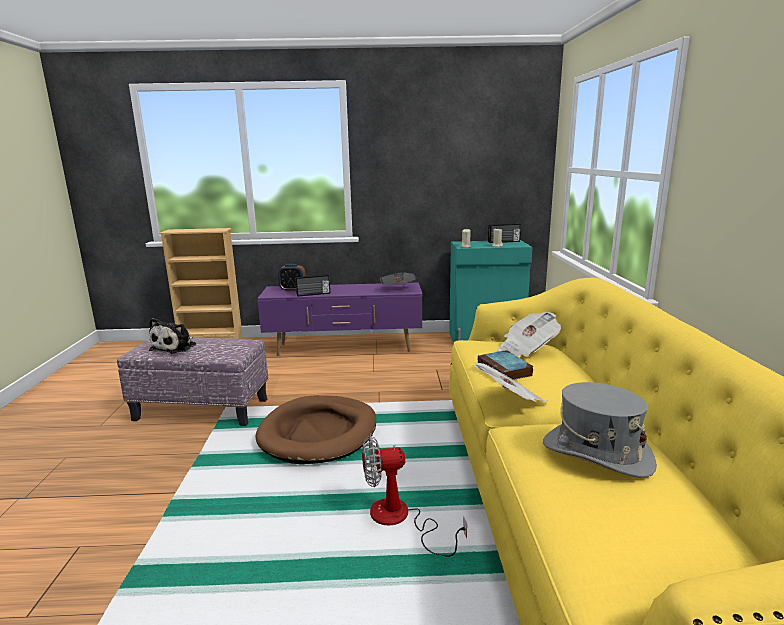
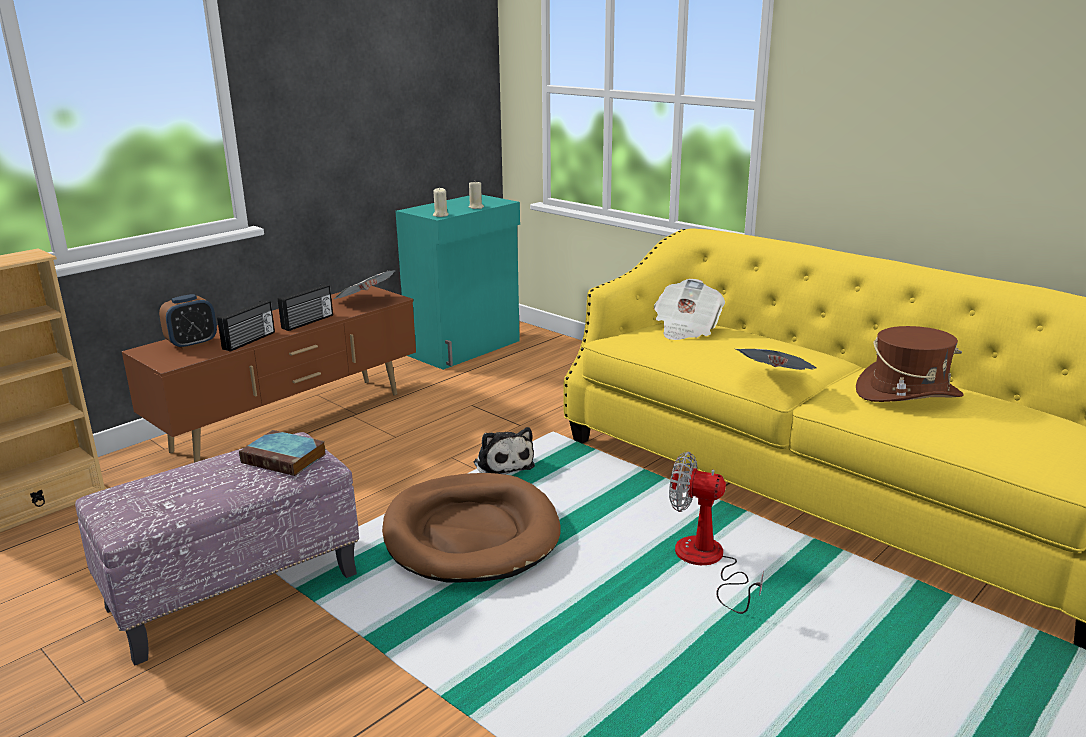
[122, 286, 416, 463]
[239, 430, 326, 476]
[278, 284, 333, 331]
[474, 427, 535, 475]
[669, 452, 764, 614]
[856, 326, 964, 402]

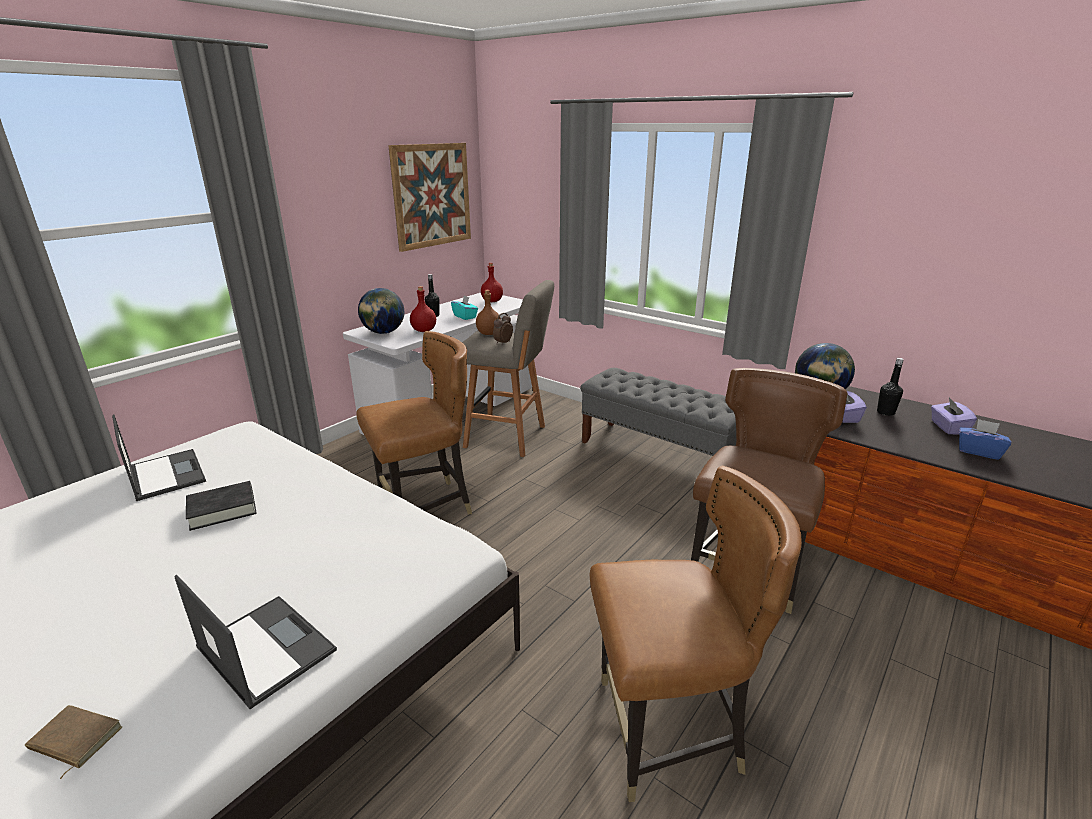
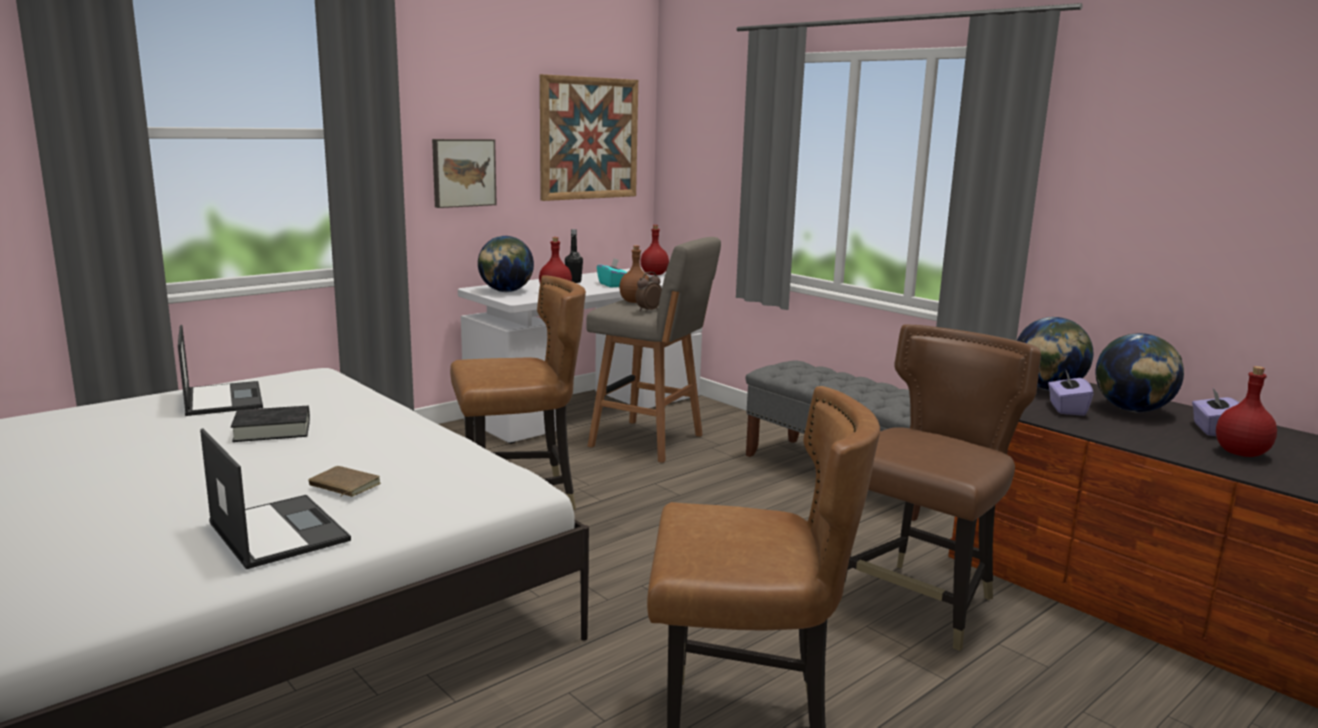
[308, 466, 381, 497]
[432, 139, 497, 208]
[1095, 333, 1184, 413]
[1216, 366, 1277, 457]

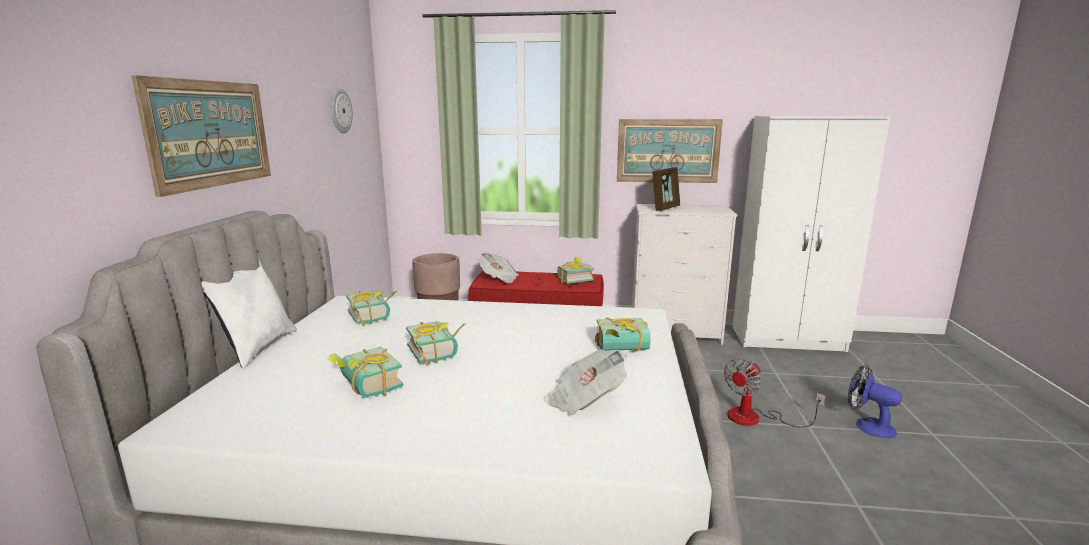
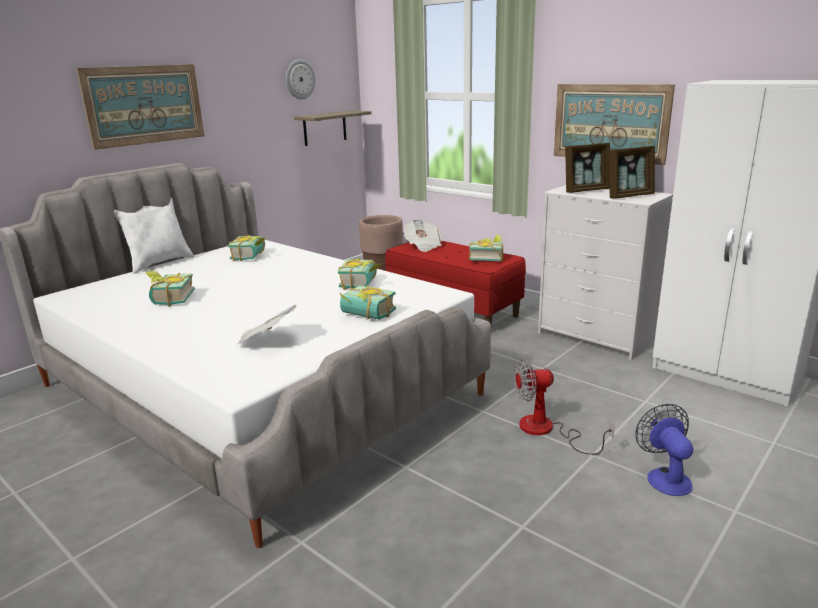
[294, 110, 372, 146]
[338, 258, 380, 290]
[609, 146, 655, 199]

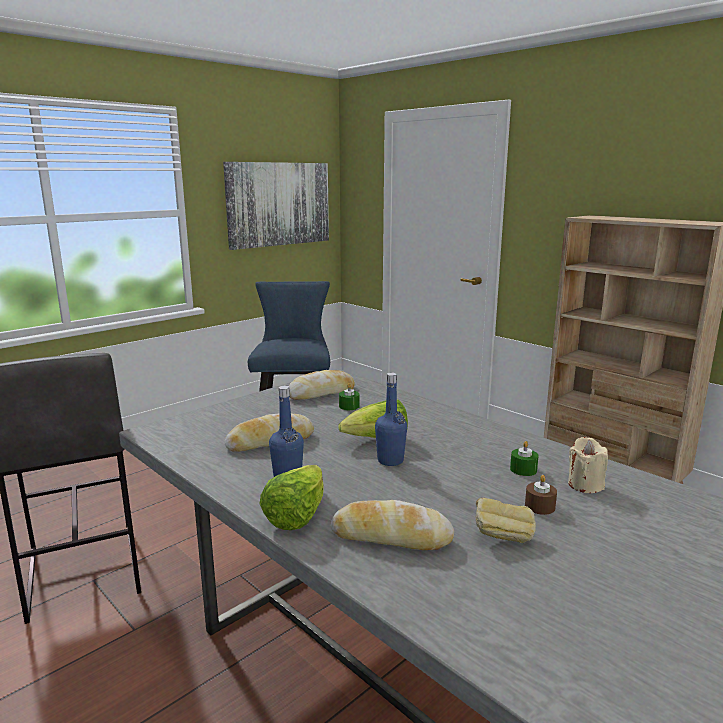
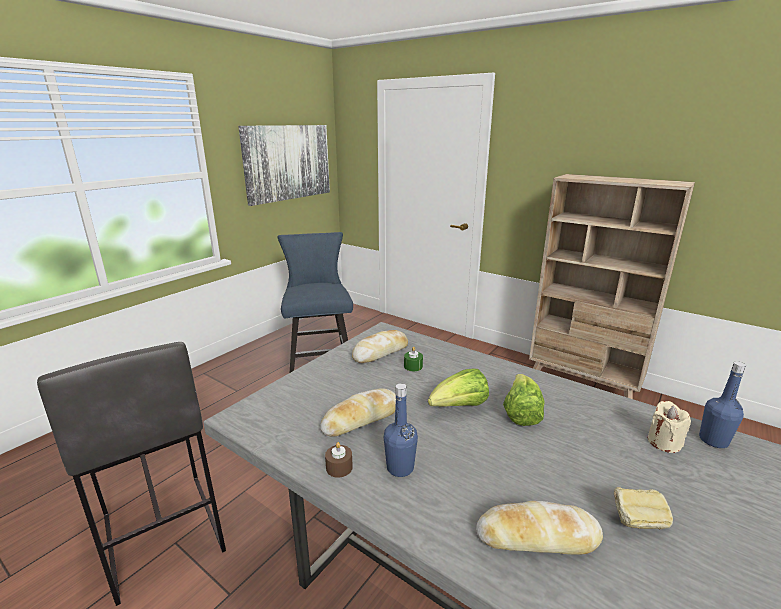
[325, 442, 353, 478]
[503, 374, 545, 426]
[699, 361, 746, 448]
[510, 441, 539, 476] (first image)

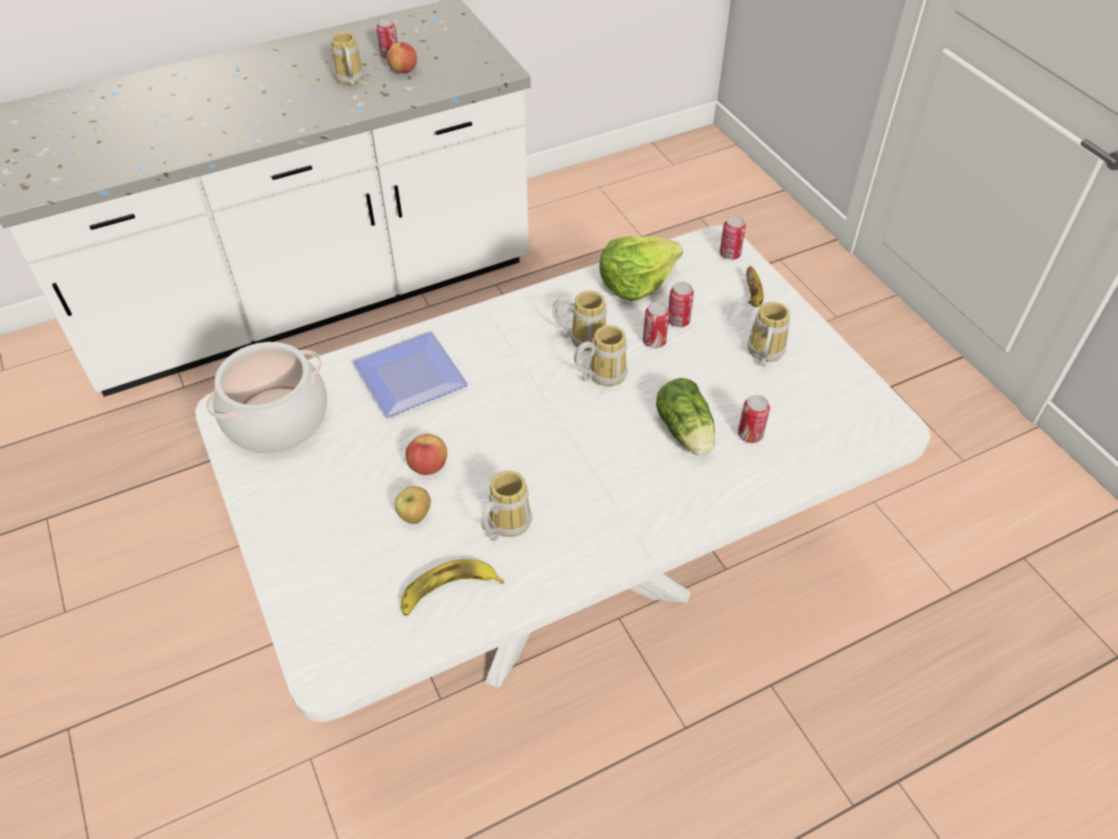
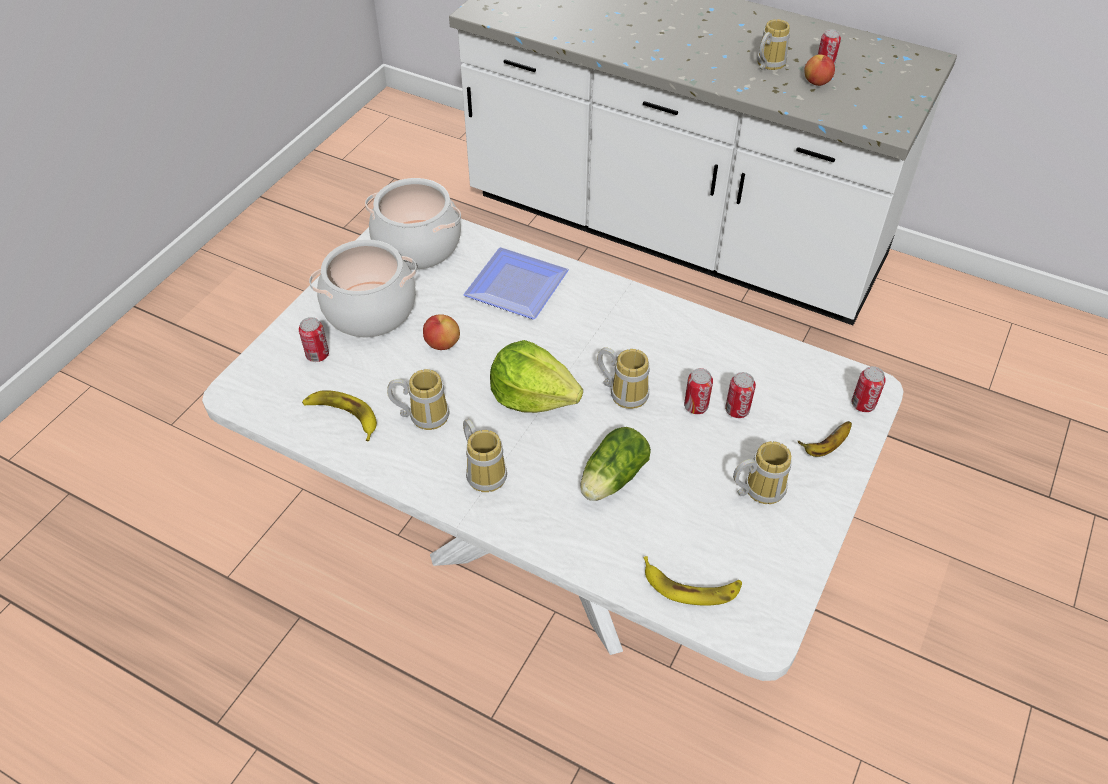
[299, 317, 329, 362]
[309, 239, 417, 338]
[463, 419, 507, 492]
[490, 340, 583, 413]
[643, 556, 742, 606]
[395, 486, 431, 524] (first image)

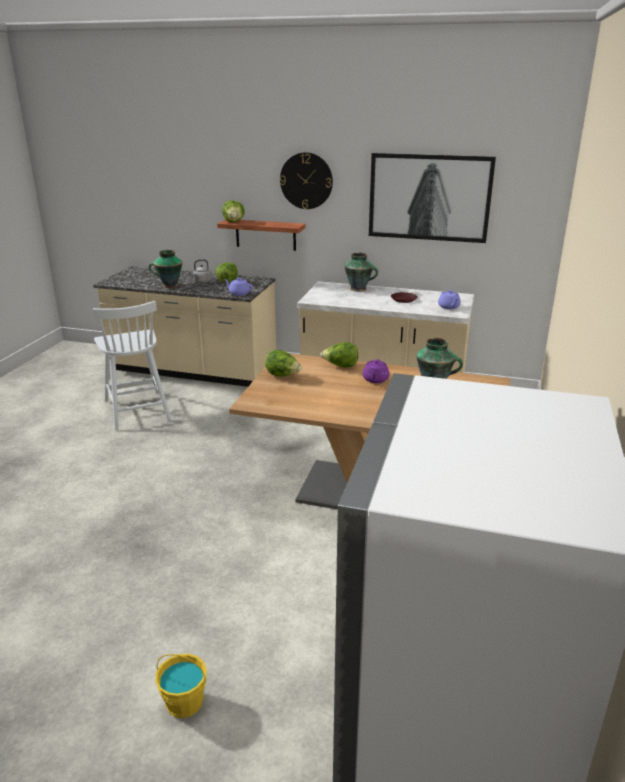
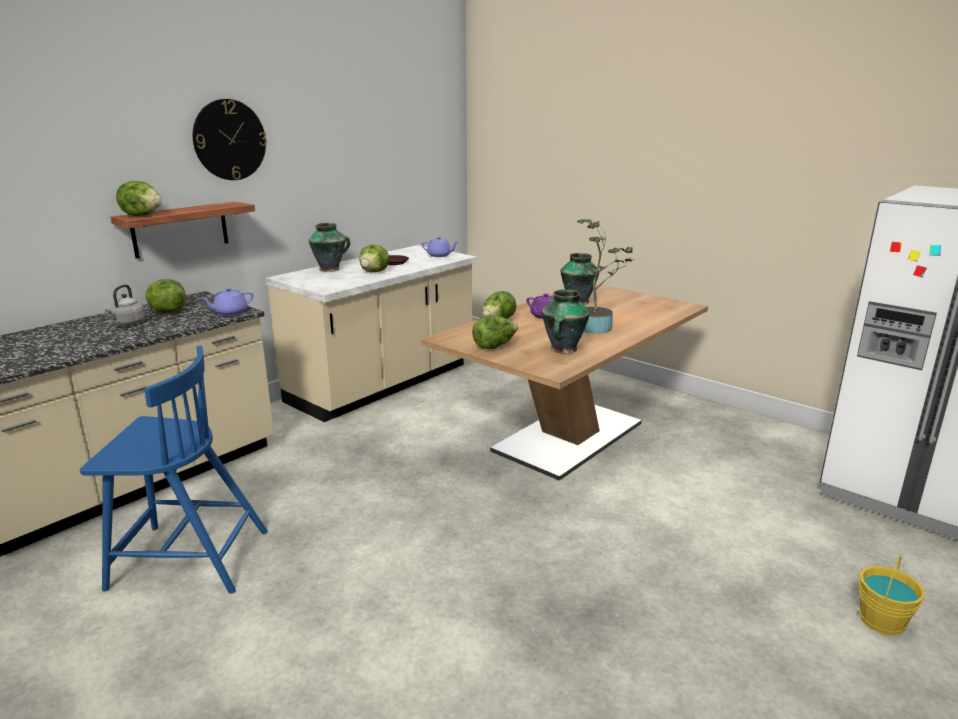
[80, 346, 268, 593]
[360, 245, 389, 272]
[542, 289, 590, 354]
[577, 219, 634, 333]
[369, 153, 496, 243] (first image)

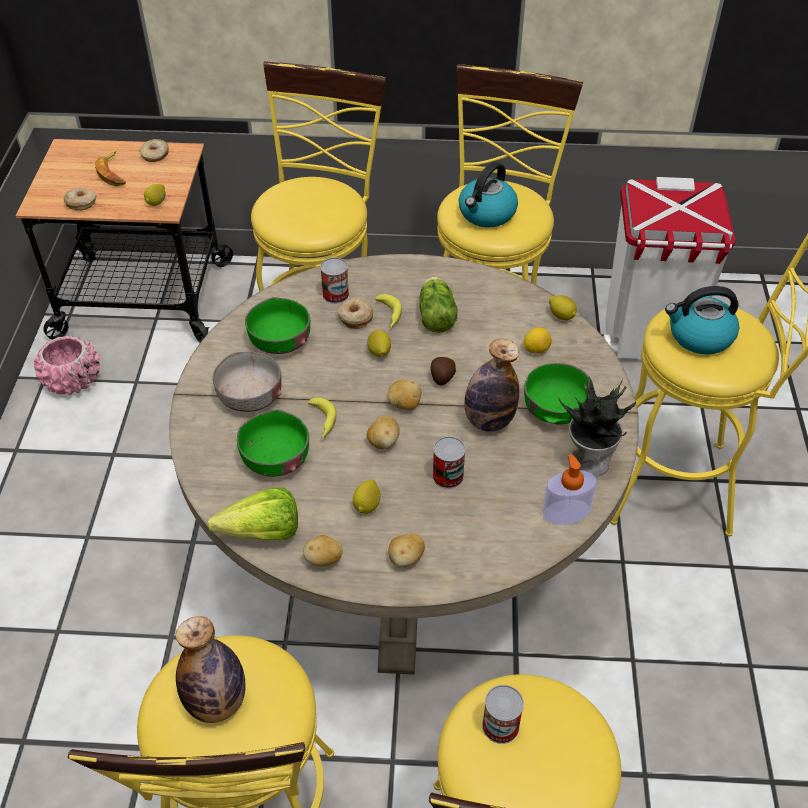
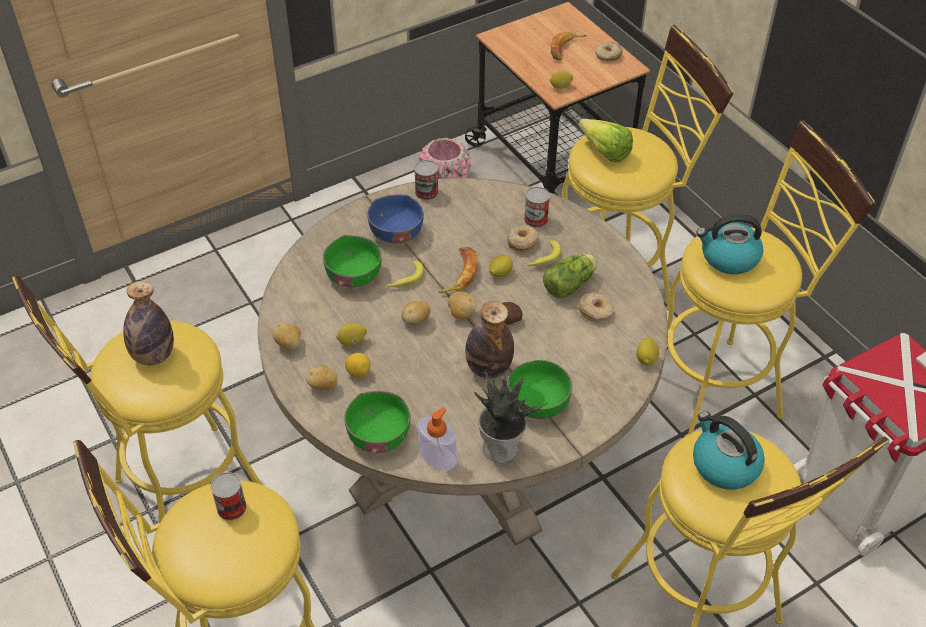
[344, 391, 410, 453]
[345, 353, 370, 378]
[367, 194, 424, 243]
[414, 160, 439, 200]
[438, 247, 478, 293]
[578, 292, 614, 322]
[579, 119, 633, 162]

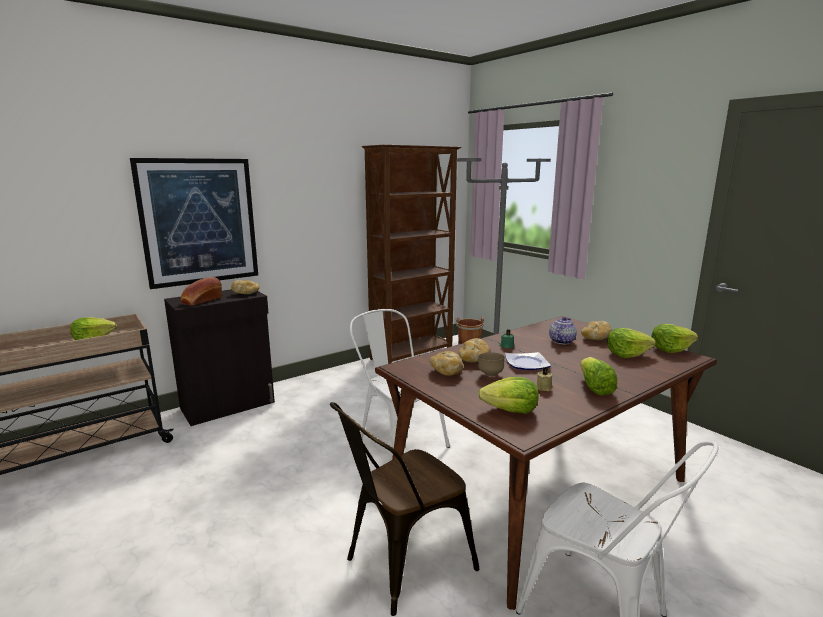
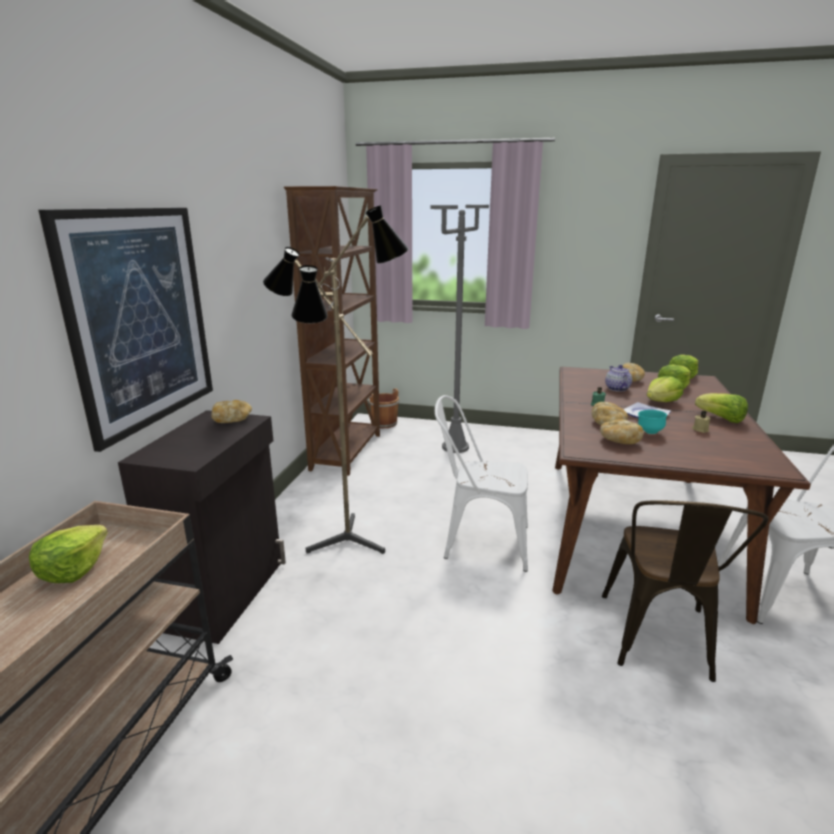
[263, 205, 409, 554]
[638, 410, 667, 434]
[647, 376, 683, 402]
[181, 277, 222, 306] (first image)

